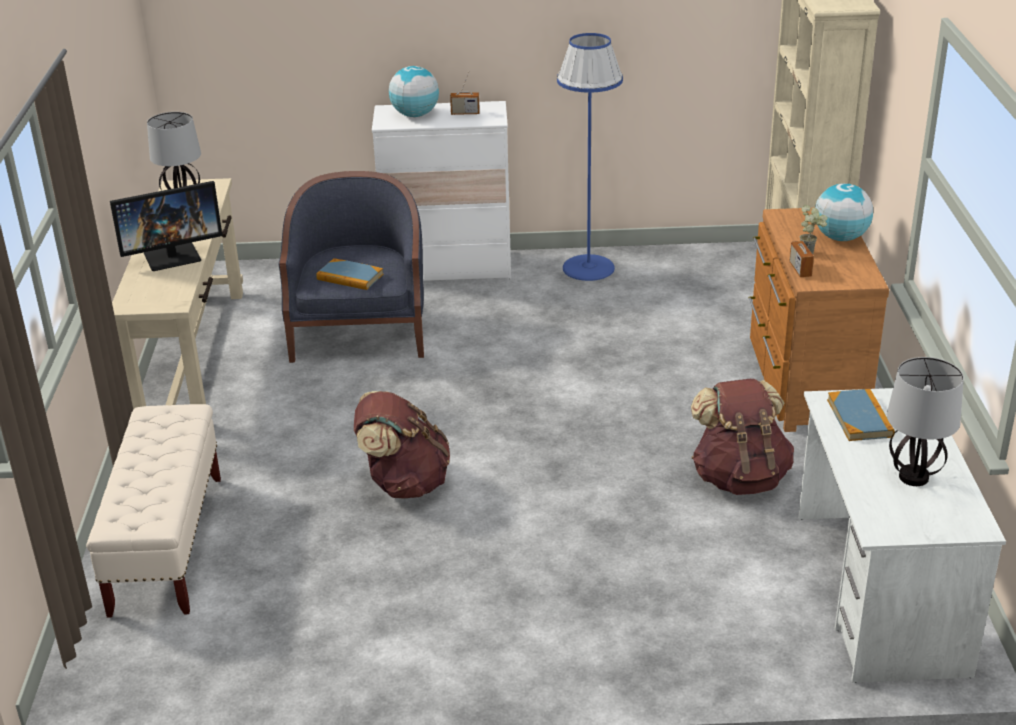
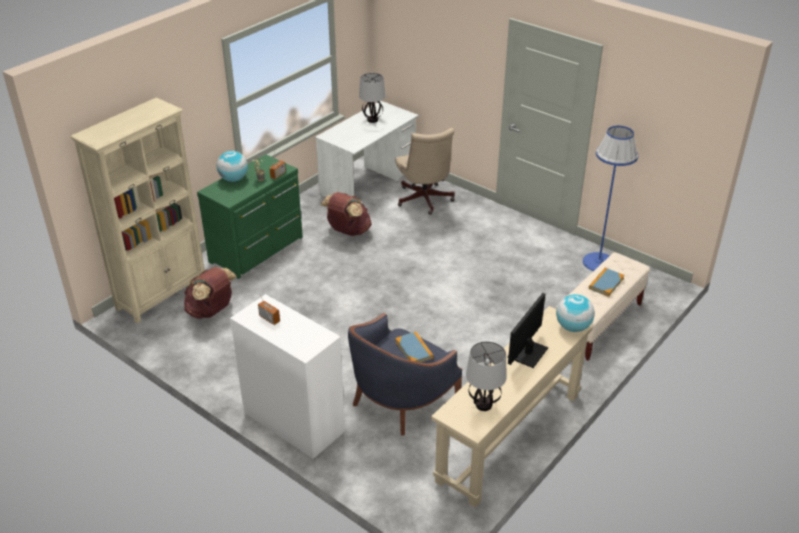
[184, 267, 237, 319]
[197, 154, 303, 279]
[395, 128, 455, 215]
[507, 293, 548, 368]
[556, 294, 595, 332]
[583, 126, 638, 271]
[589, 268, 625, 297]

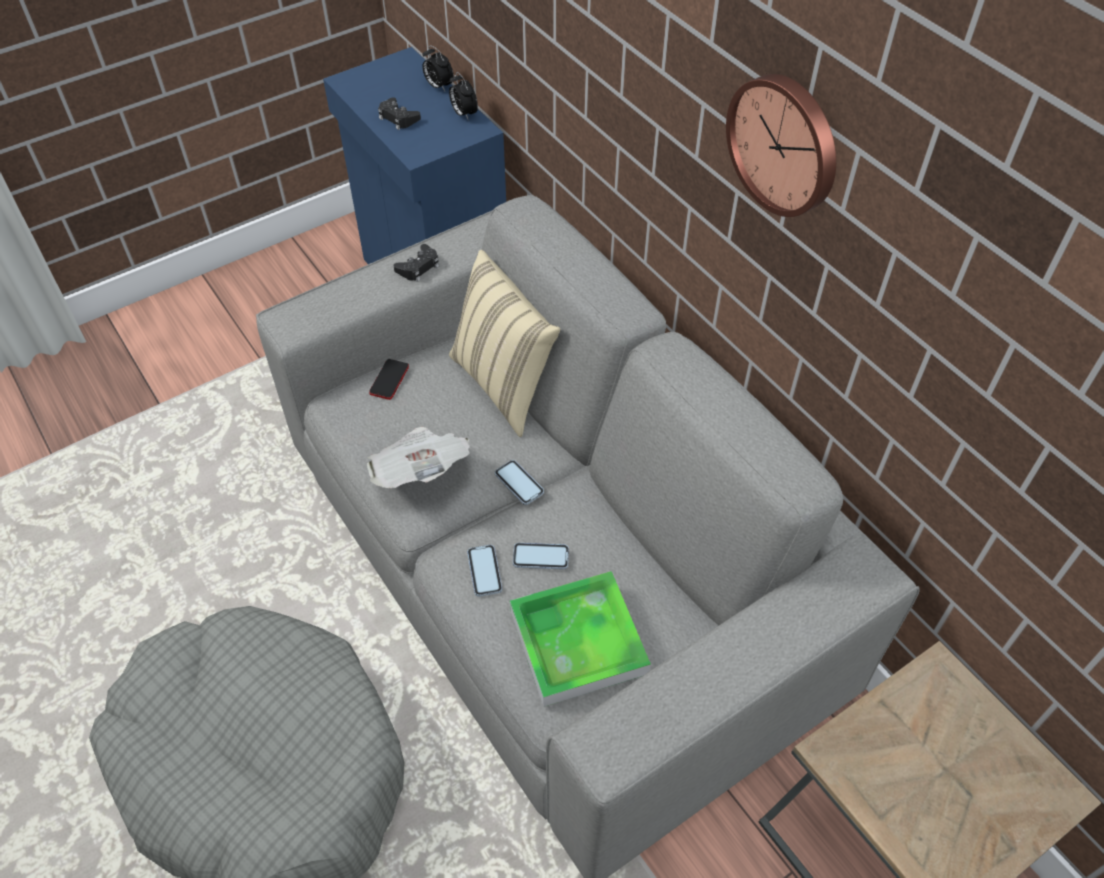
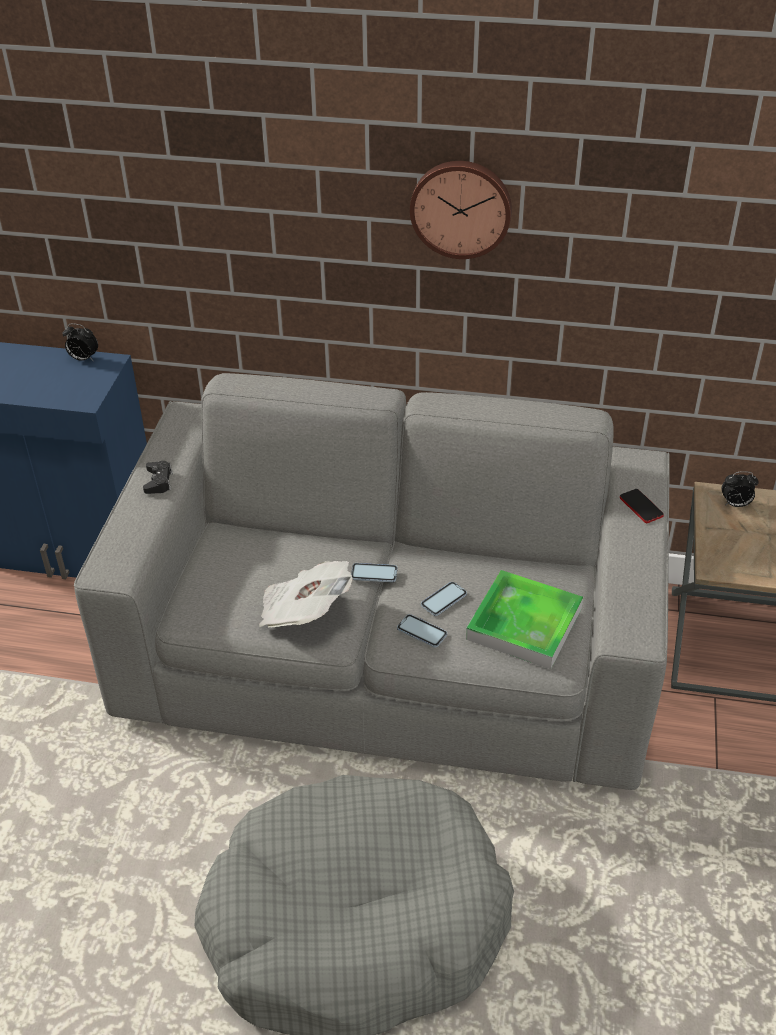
[620, 489, 664, 523]
[722, 471, 759, 507]
[378, 97, 421, 130] (first image)
[449, 250, 560, 437] (first image)

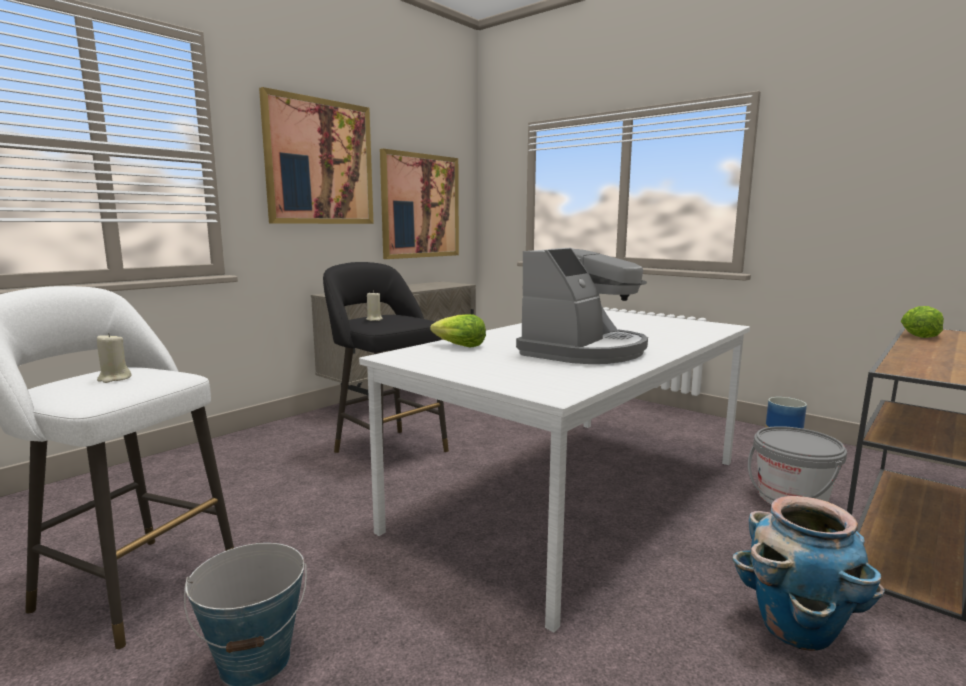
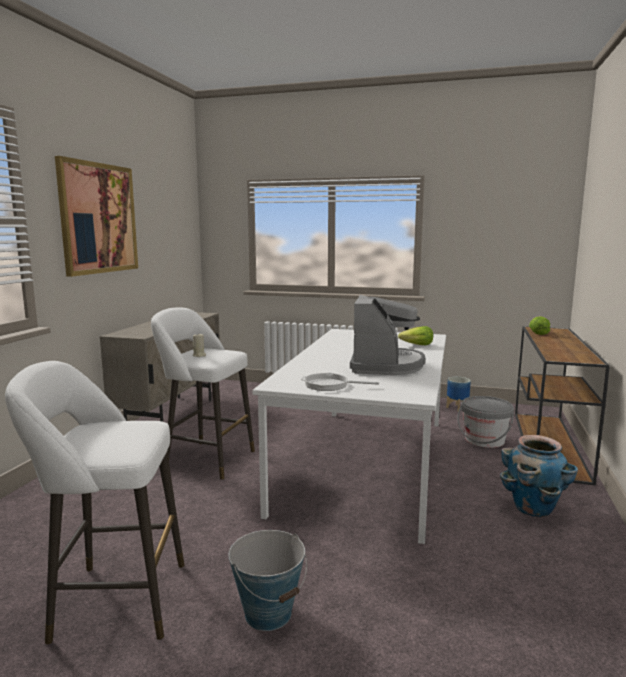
[151, 308, 255, 479]
[301, 373, 379, 391]
[398, 326, 433, 345]
[97, 333, 132, 383] (first image)
[380, 149, 459, 259] (first image)

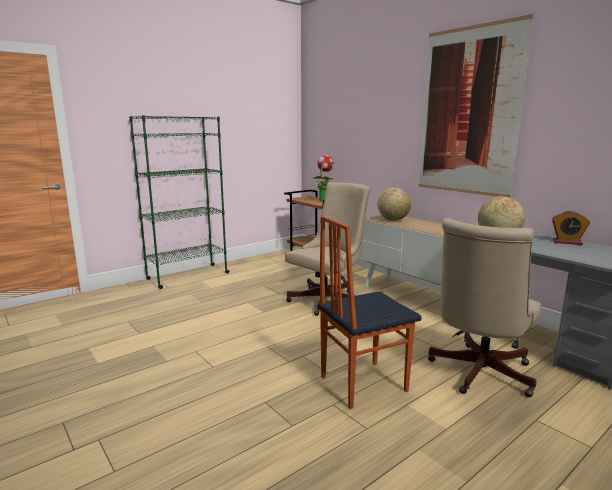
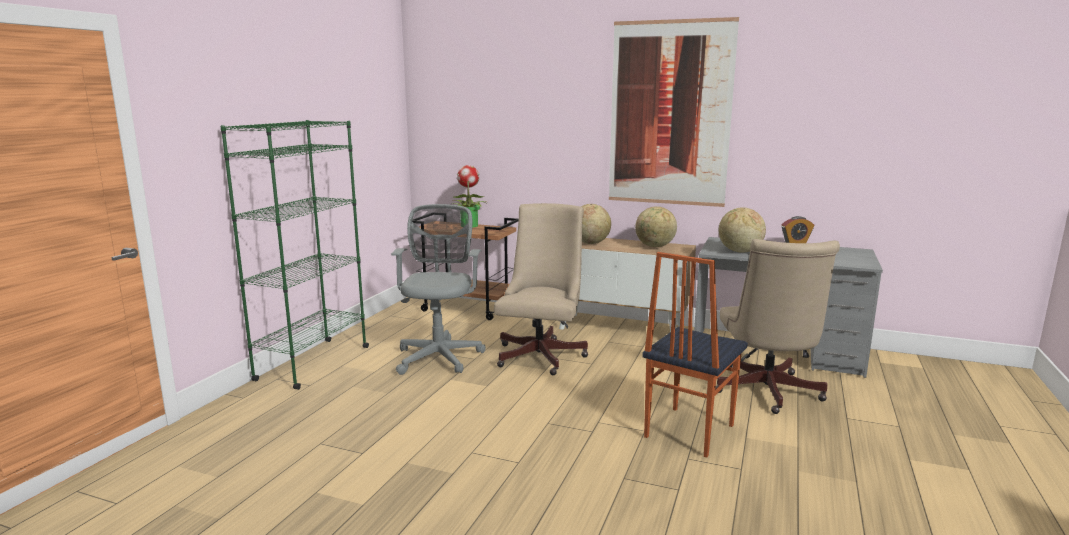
[391, 204, 486, 375]
[635, 206, 677, 247]

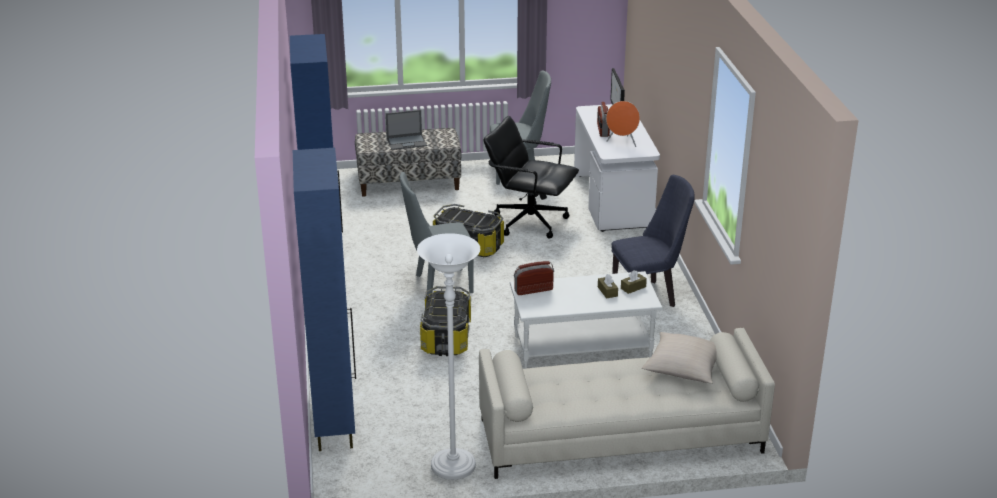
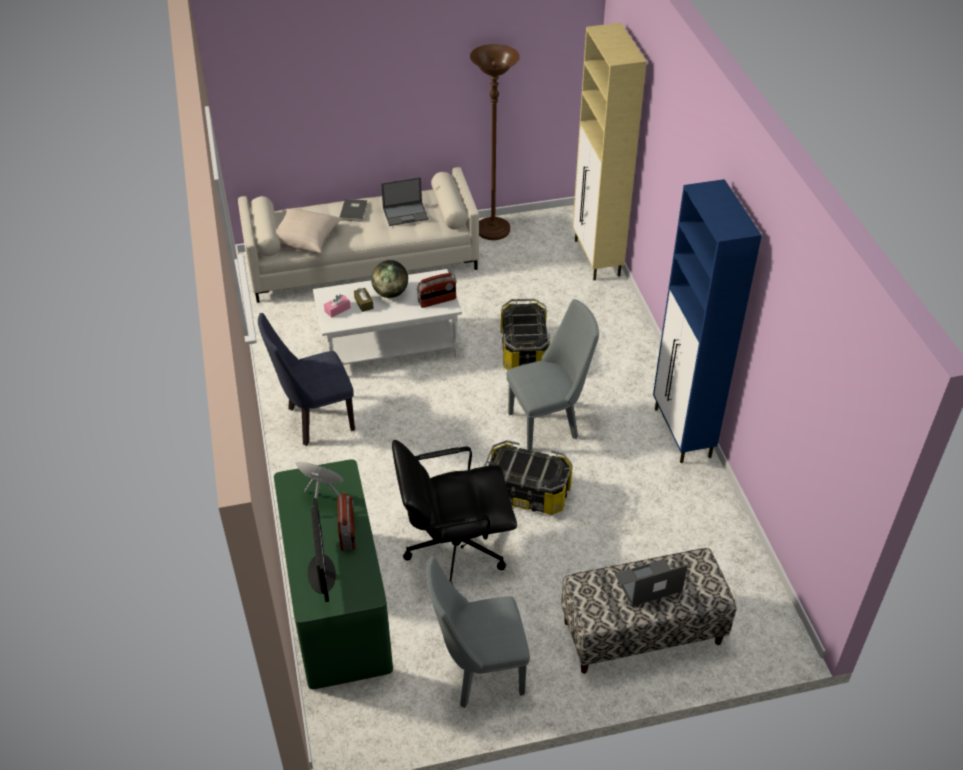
[274, 459, 393, 689]
[324, 295, 351, 318]
[340, 199, 368, 222]
[371, 260, 408, 298]
[381, 177, 429, 226]
[392, 440, 517, 585]
[470, 44, 520, 240]
[573, 23, 647, 280]

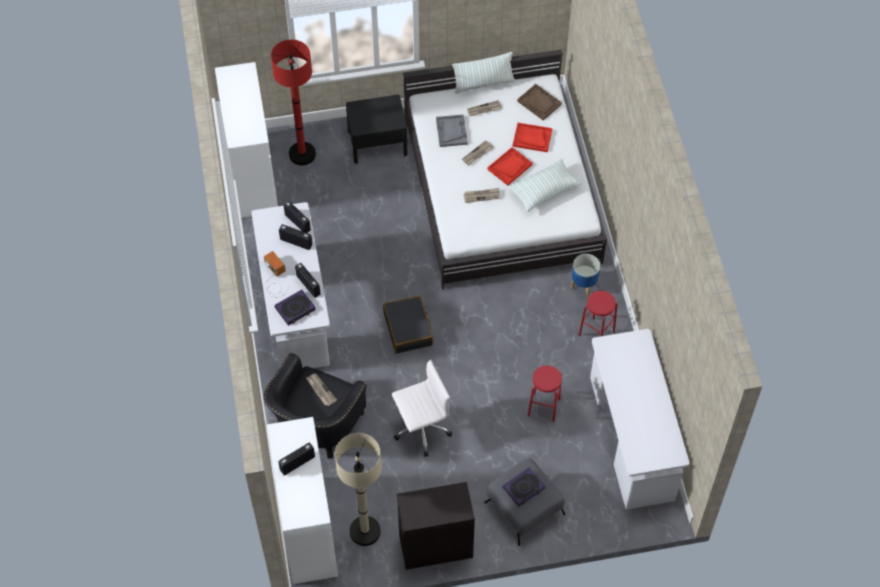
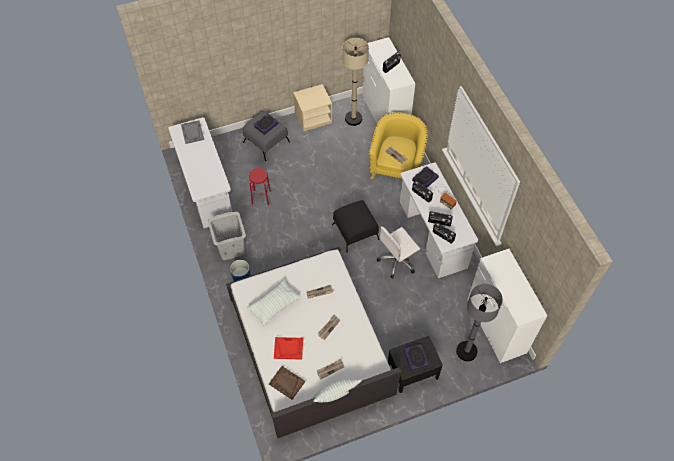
[181, 120, 204, 144]
[208, 212, 246, 260]
[293, 84, 332, 131]
[332, 200, 380, 253]
[369, 112, 428, 179]
[377, 226, 420, 278]
[404, 344, 429, 372]
[456, 284, 503, 361]
[487, 147, 533, 186] (first image)

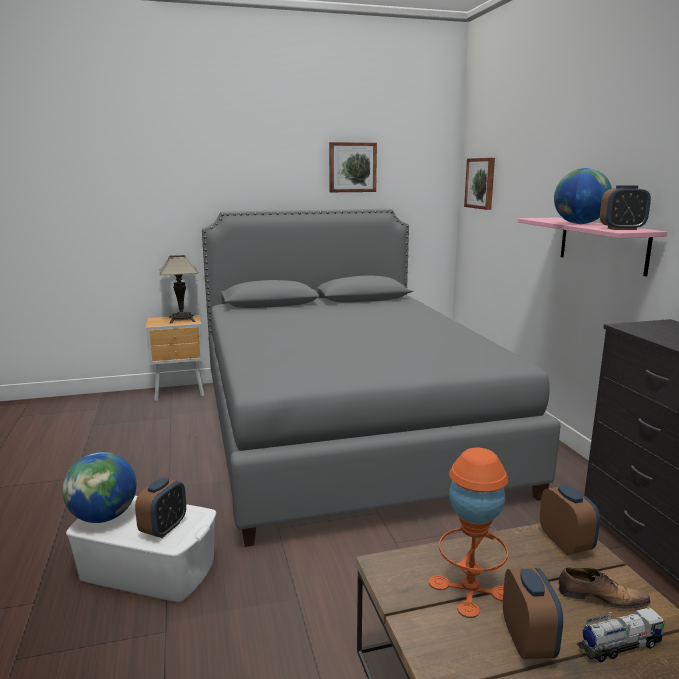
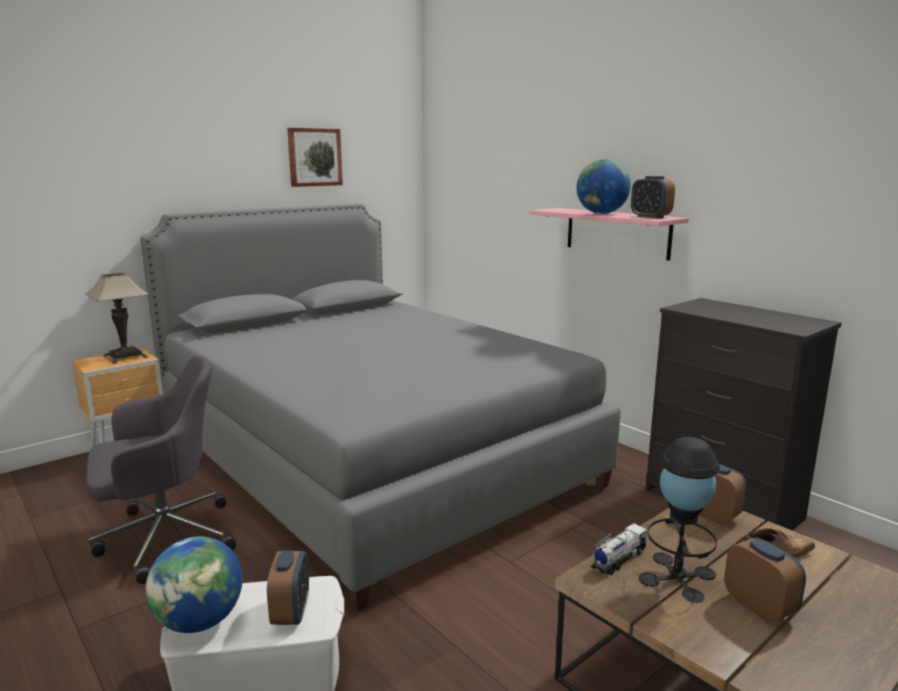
[86, 355, 236, 584]
[591, 523, 647, 575]
[631, 176, 675, 219]
[638, 437, 720, 603]
[464, 158, 495, 210] (first image)

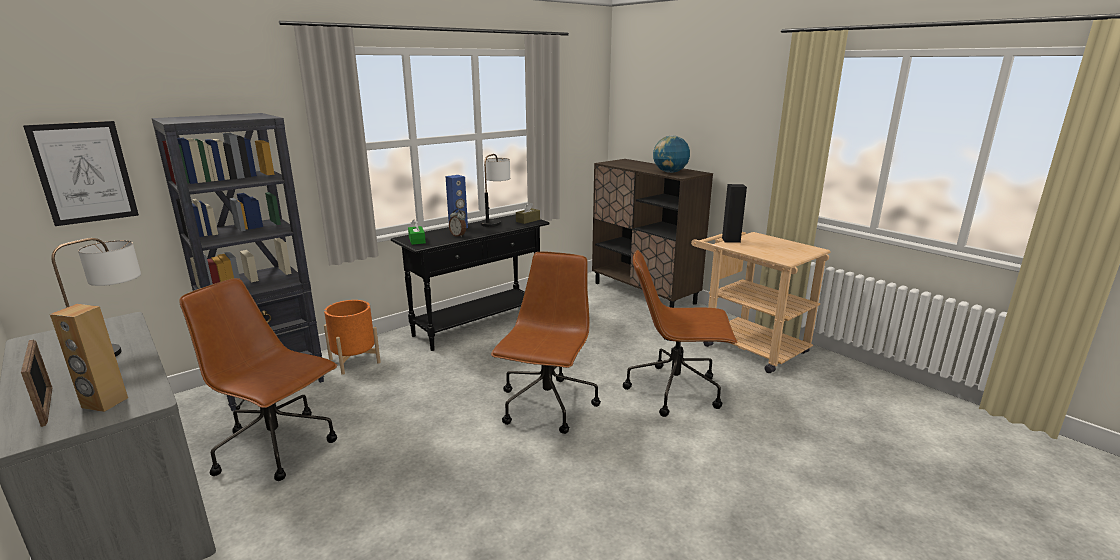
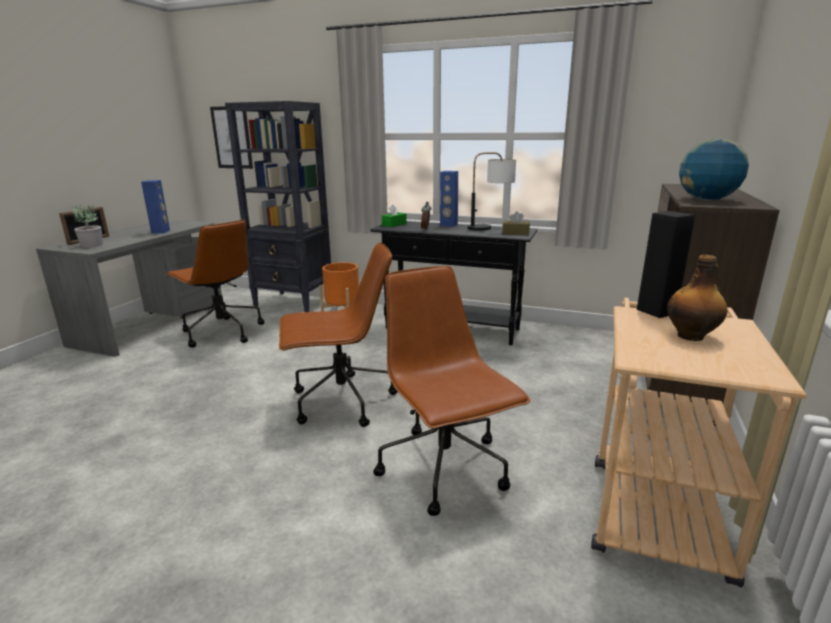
[72, 204, 103, 248]
[141, 180, 170, 234]
[165, 220, 264, 348]
[667, 255, 727, 341]

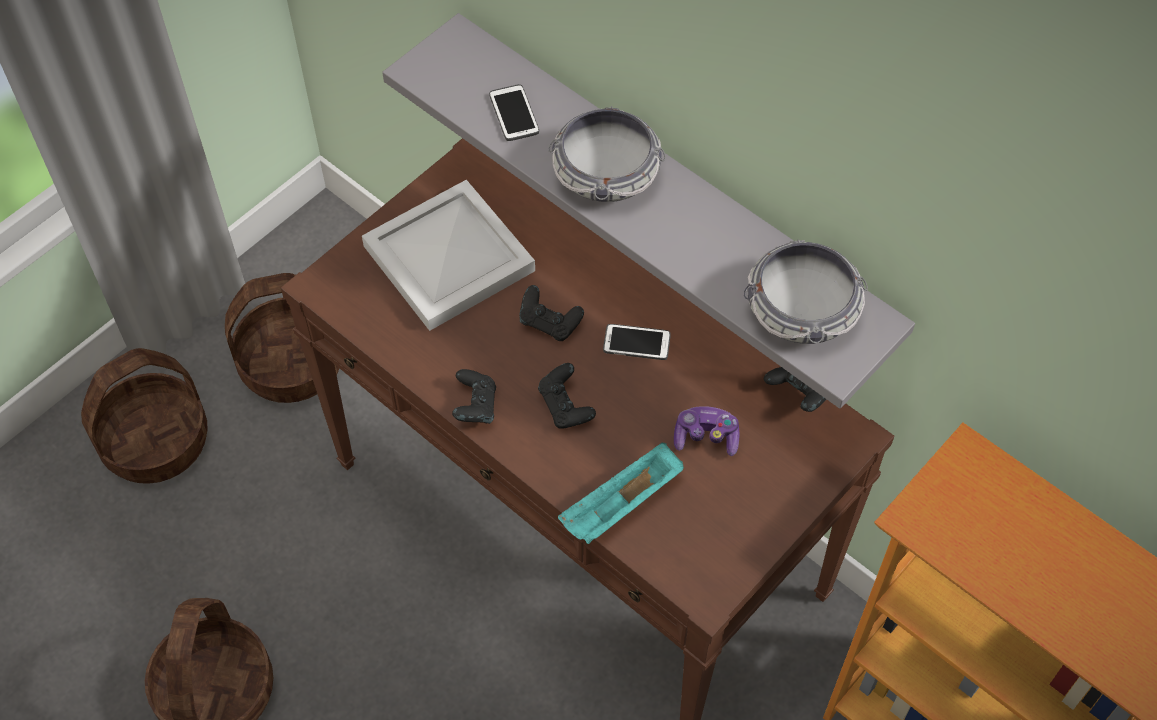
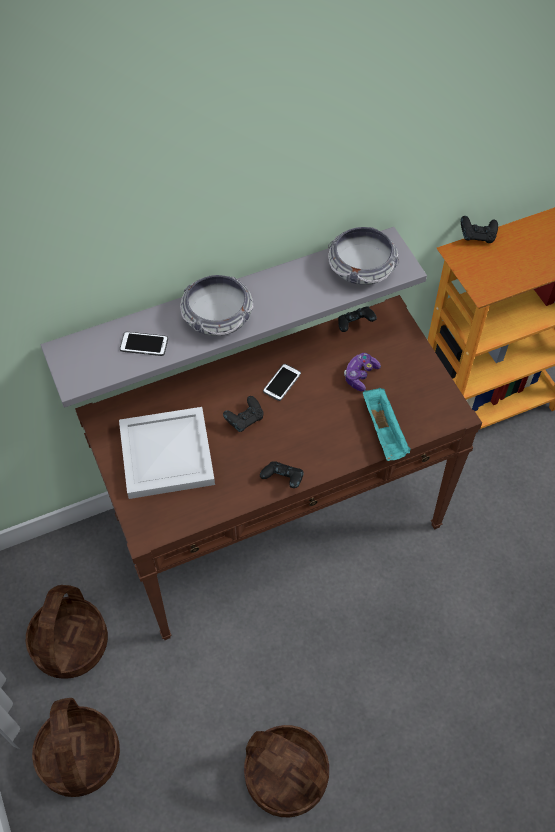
[461, 216, 498, 243]

